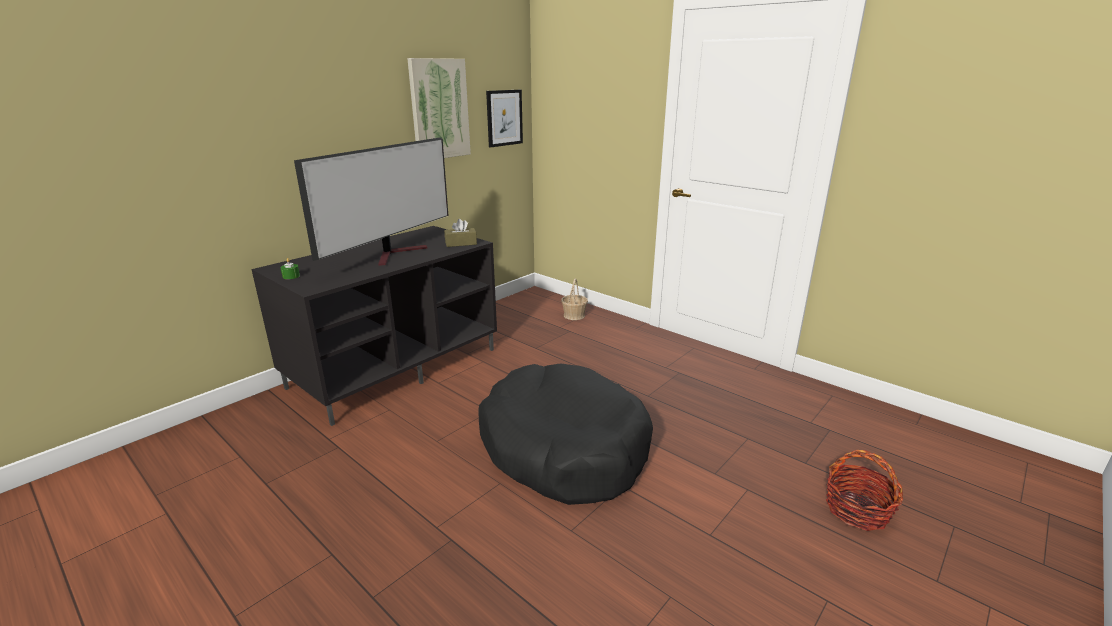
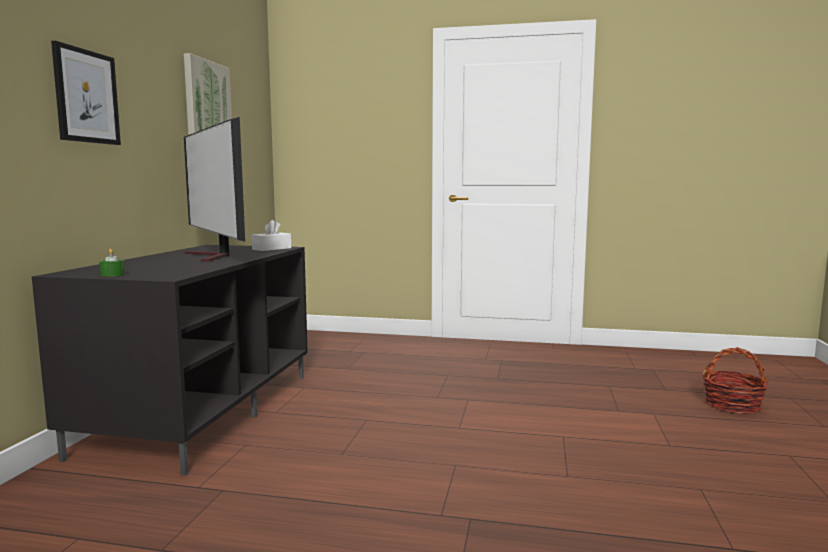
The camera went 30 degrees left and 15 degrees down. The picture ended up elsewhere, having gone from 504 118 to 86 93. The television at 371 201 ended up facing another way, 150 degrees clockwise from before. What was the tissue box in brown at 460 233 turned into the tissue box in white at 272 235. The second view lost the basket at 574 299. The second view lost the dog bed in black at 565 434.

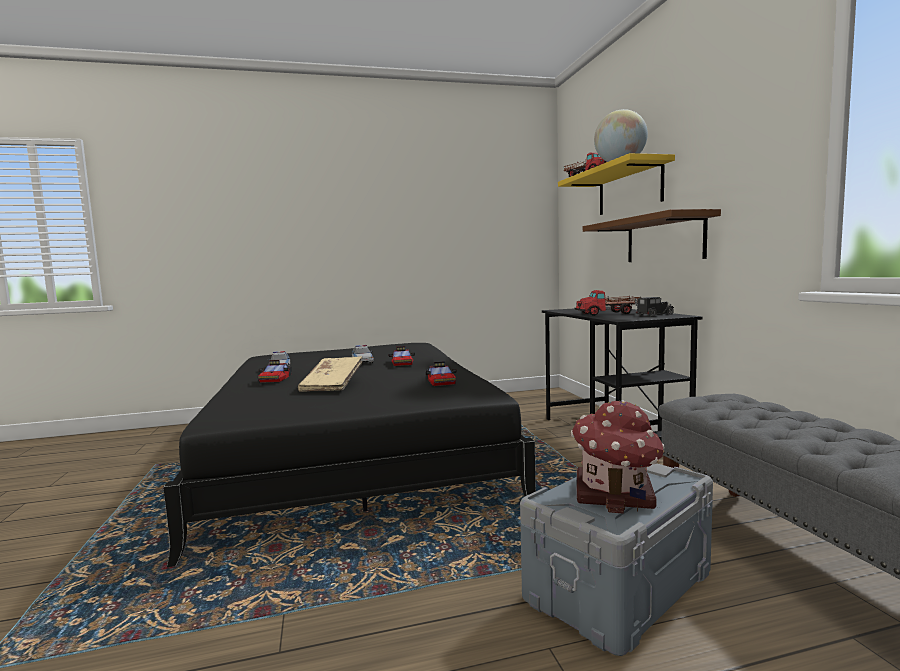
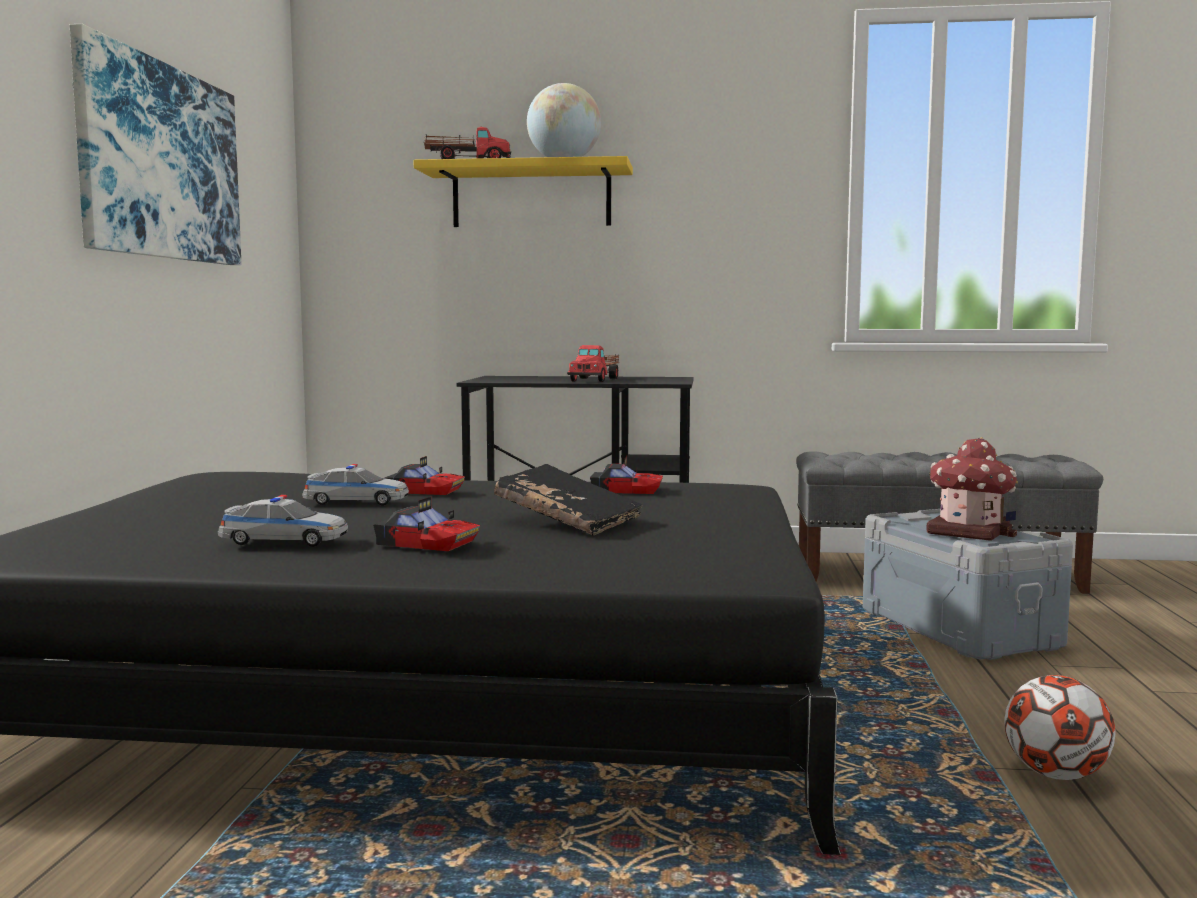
The camera went 70 degrees left and 0 degrees up. The second view lost the shelf in brown at 652 235. The second view lost the toy truck at 654 307. What was the book in beige at 330 374 turned into the book in black at 568 500. The second view gained the picture at 155 144. The second view gained the football at 1059 727.

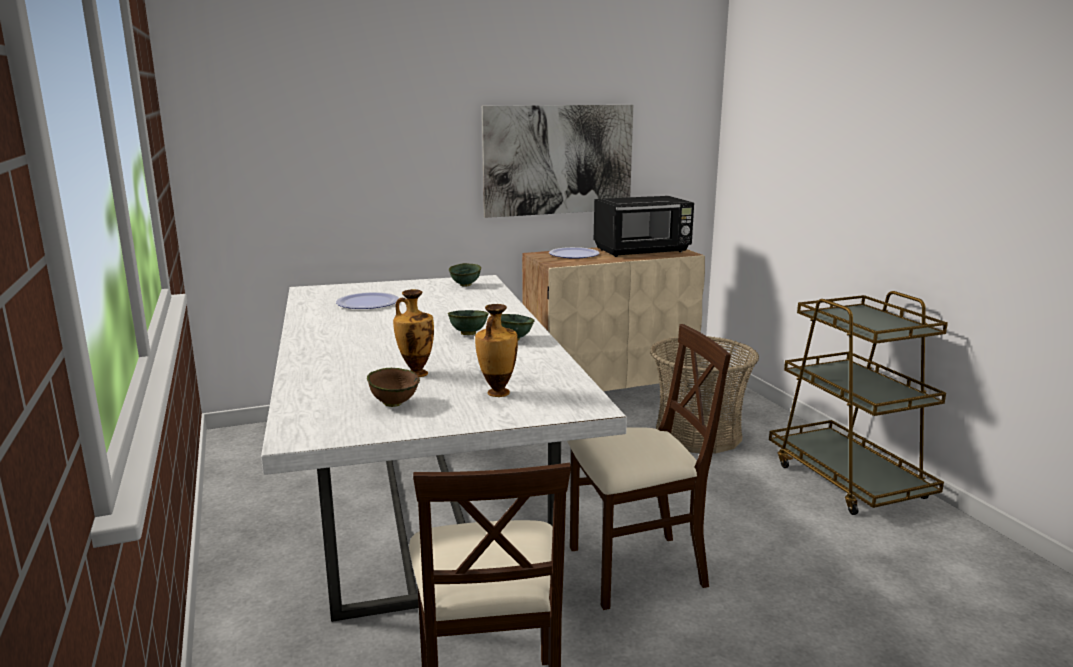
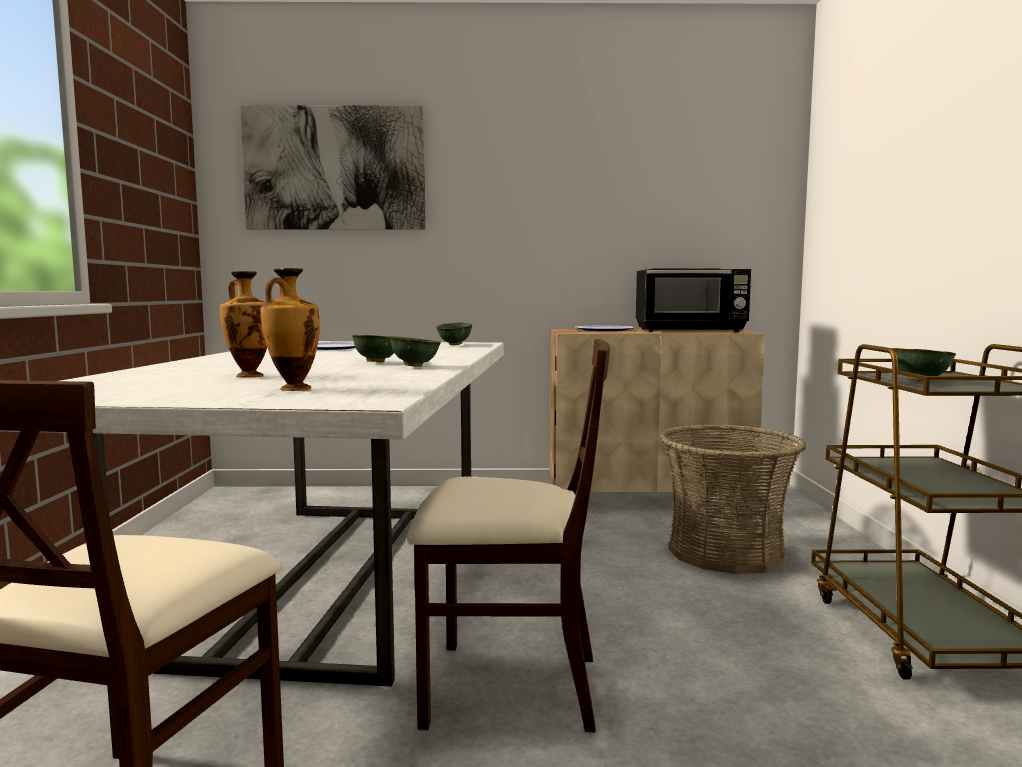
The camera went 20 degrees right and 10 degrees down. The picture ended up elsewhere, having gone from 557 161 to 333 167. The second view lost the bowl in brown at 393 387. The second view gained the bowl in green at 924 365.

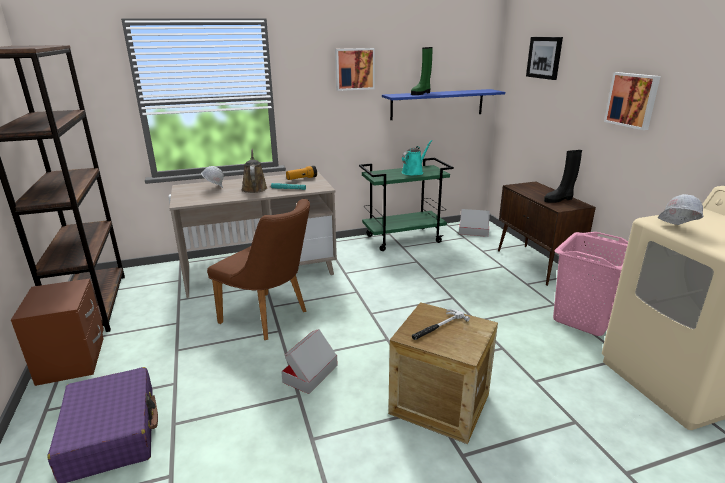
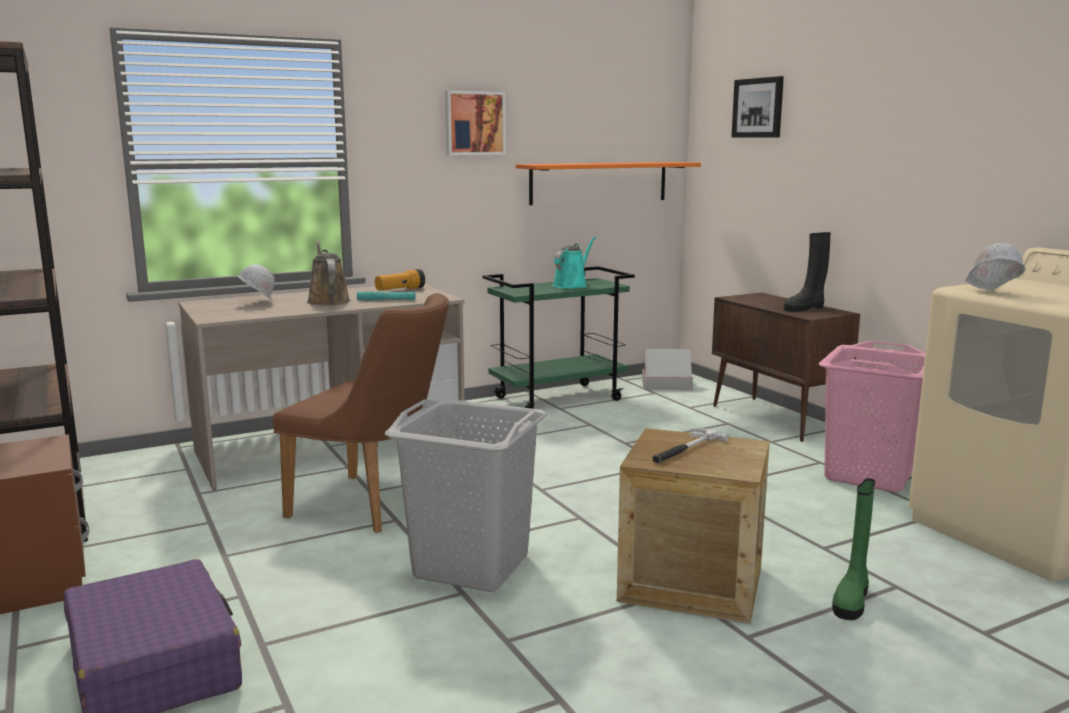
The camera went 10 degrees left and 10 degrees down. The boot in green ended up elsewhere, having gone from 422 71 to 853 549. The second view lost the picture at 632 101. What was the shelf in blue at 443 104 turned into the shelf in orange at 608 183. Where the cardboard box stood at 309 361, the laundry basket in grey came to stand at 466 495.

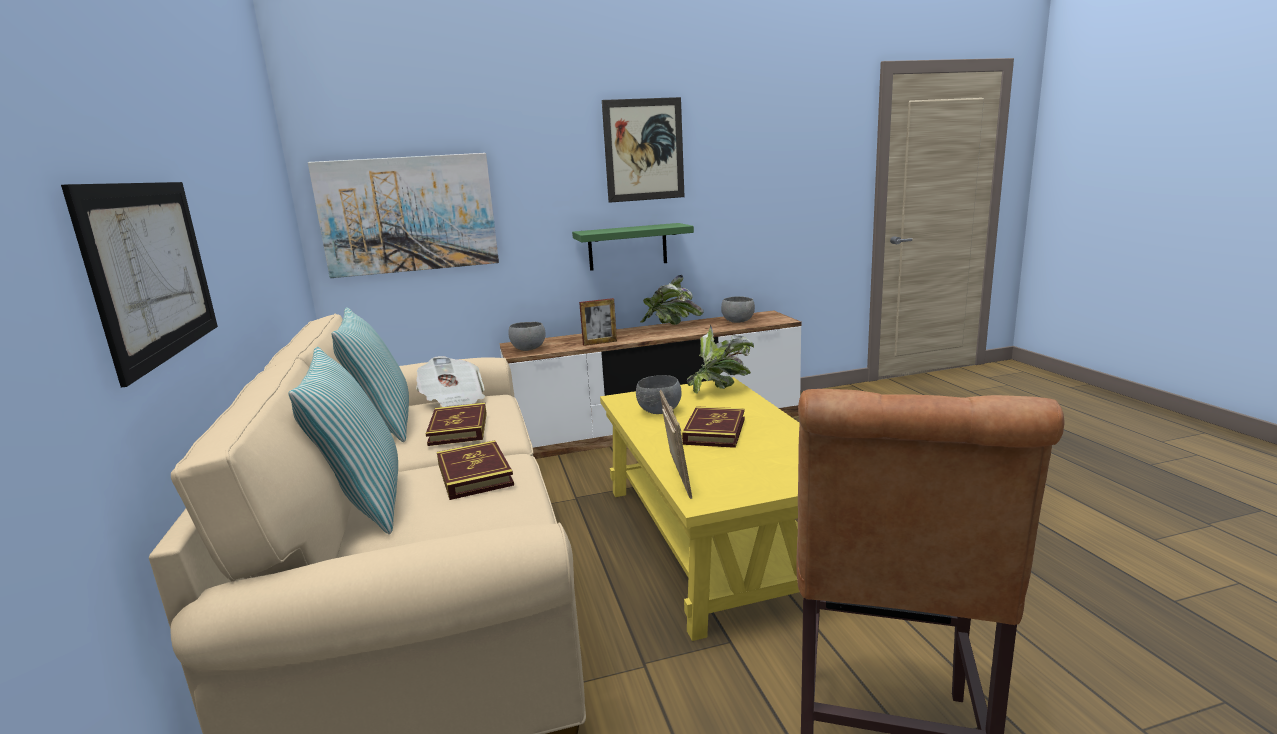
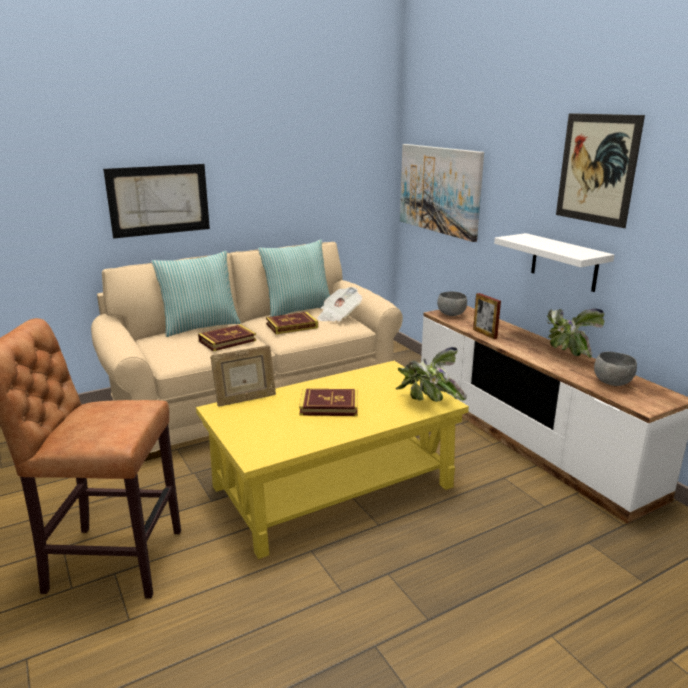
The camera went 75 degrees right and 5 degrees up. What was the shelf in green at 633 247 turned into the shelf in white at 554 262. The second view lost the bowl in grey at 658 394.

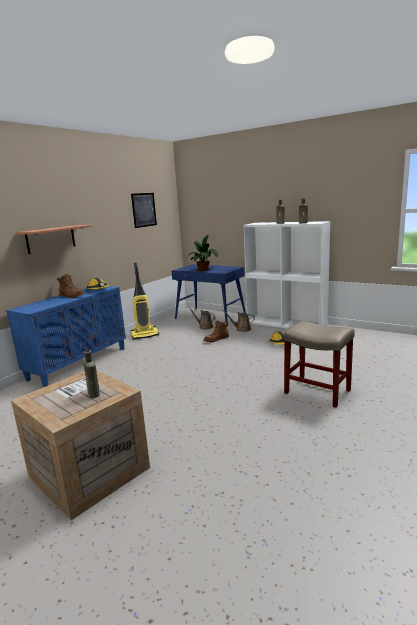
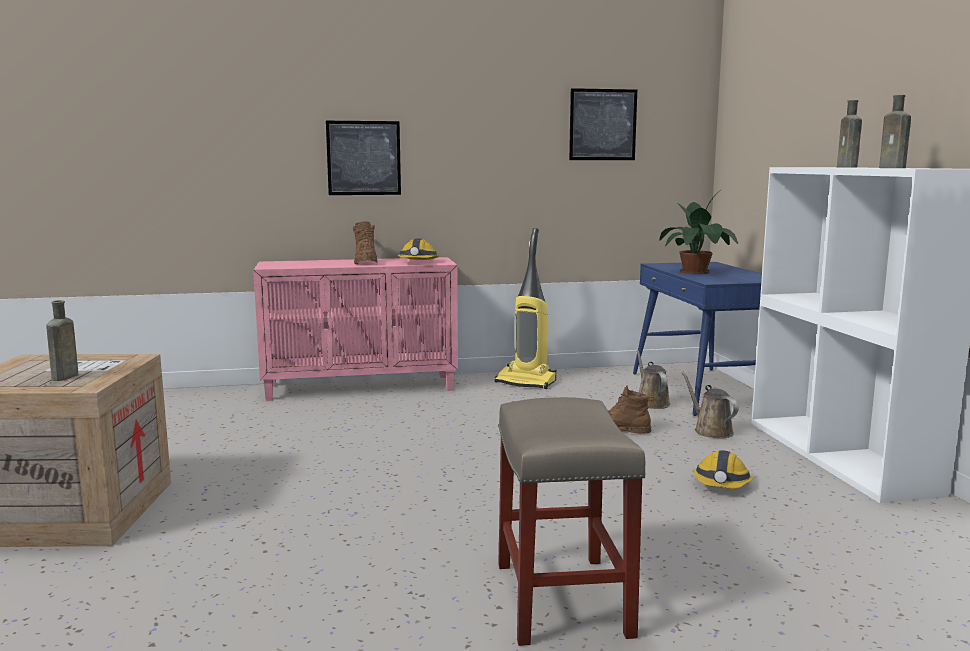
The camera went 45 degrees right and 5 degrees down. Where the shelf hung at 54 239, the picture came to hang at 363 158. What was the cabinet in blue at 66 336 turned into the cabinet in pink at 355 329.

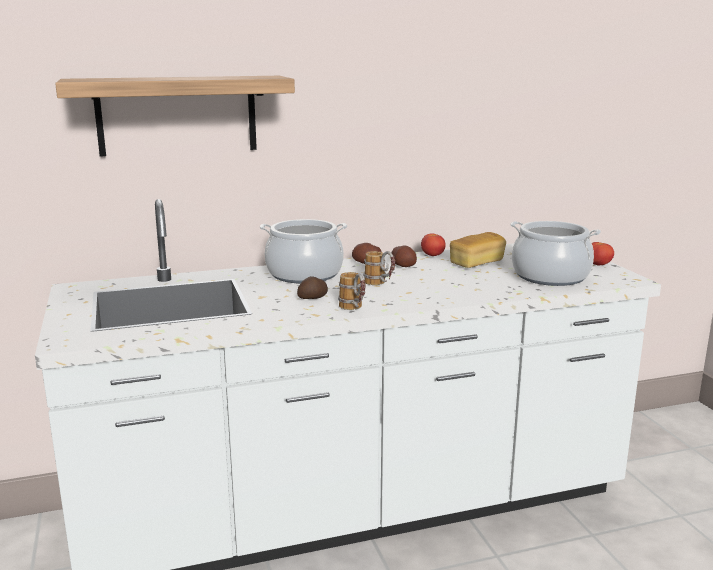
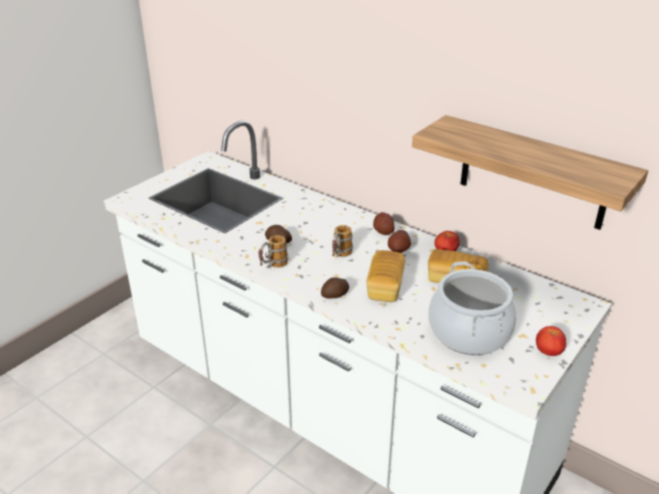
The camera went 55 degrees right and 15 degrees up. The shelf ended up elsewhere, having gone from 175 116 to 530 172. The second view lost the cooking pot at 303 251. The second view gained the bread at 385 276. The second view gained the potato at 335 288.

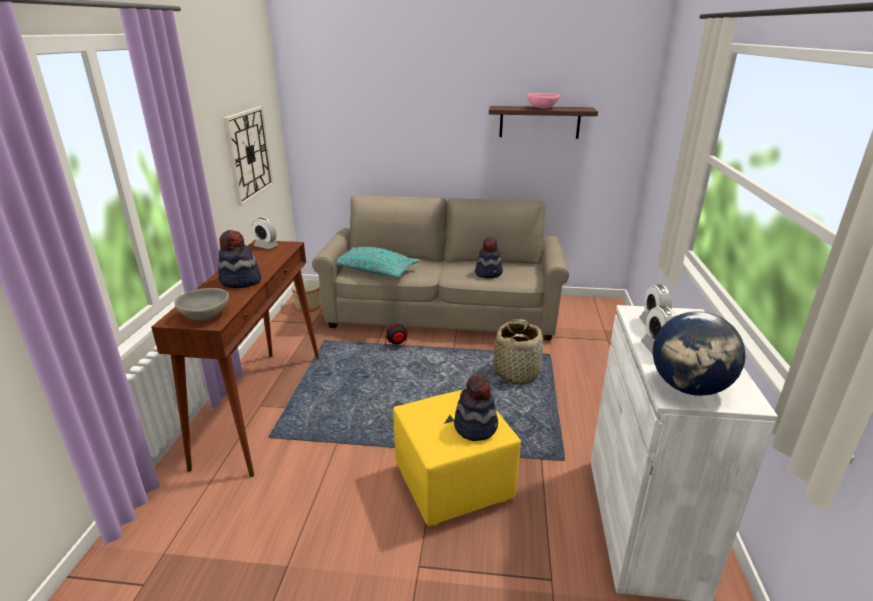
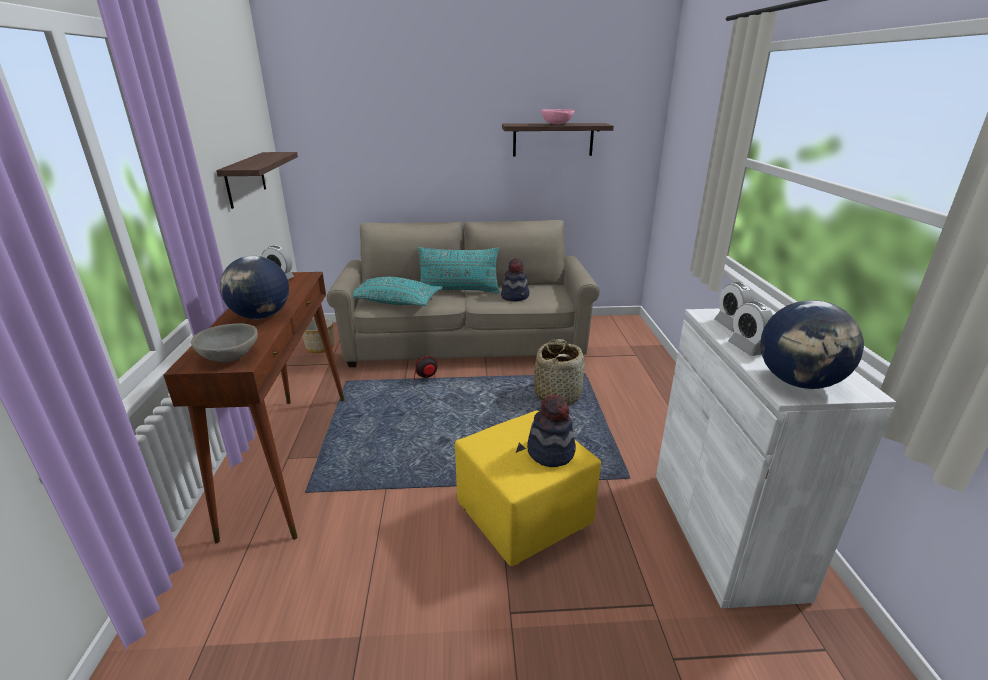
The camera went 10 degrees left and 0 degrees up. Where the wall clock hung at 248 156, the shelf came to hang at 257 180. Where the hat stood at 239 259, the globe came to stand at 254 287. The second view gained the pillow in turquoise at 459 270.

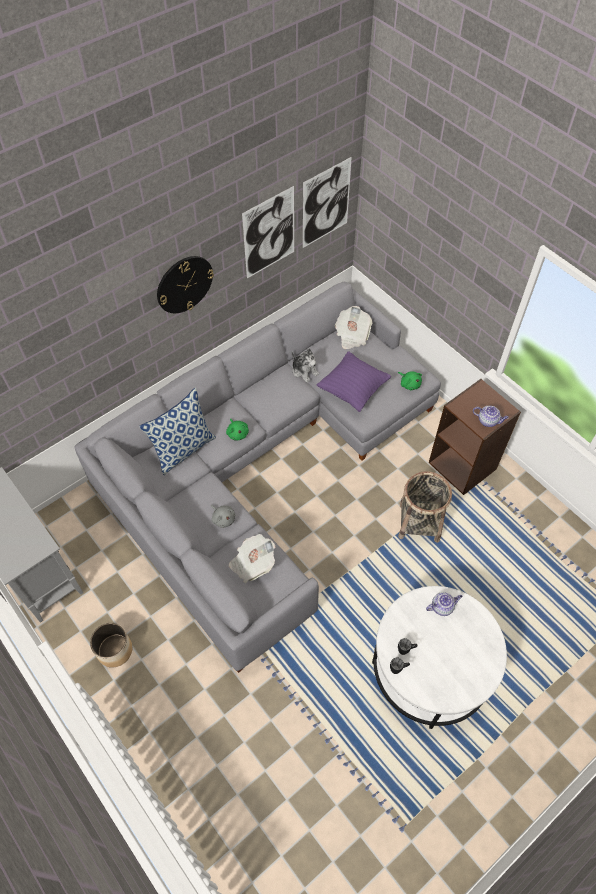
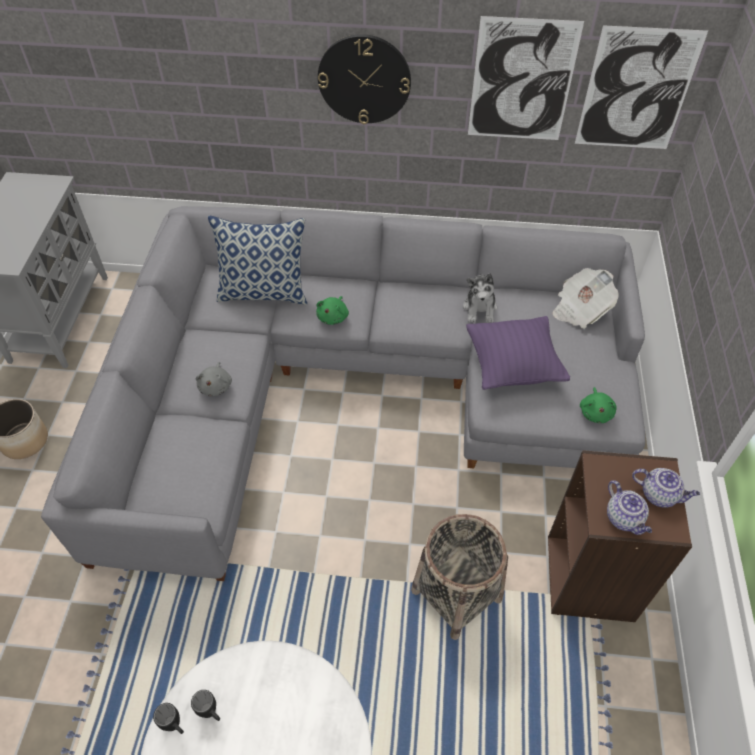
The camera went 45 degrees right and 5 degrees down. The second view lost the newspaper at 252 558. The teapot ended up elsewhere, having gone from 444 604 to 666 488.

